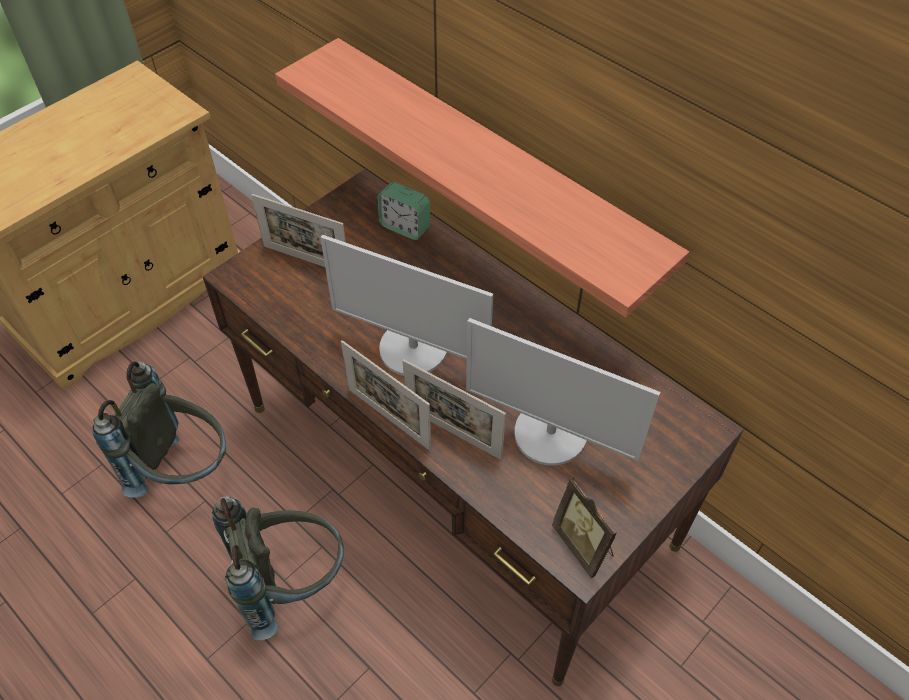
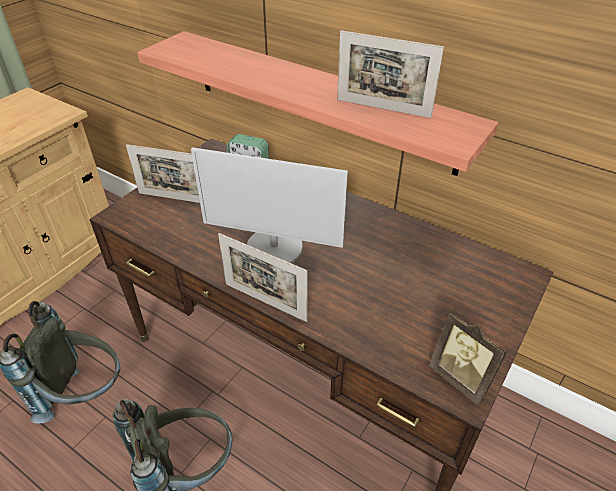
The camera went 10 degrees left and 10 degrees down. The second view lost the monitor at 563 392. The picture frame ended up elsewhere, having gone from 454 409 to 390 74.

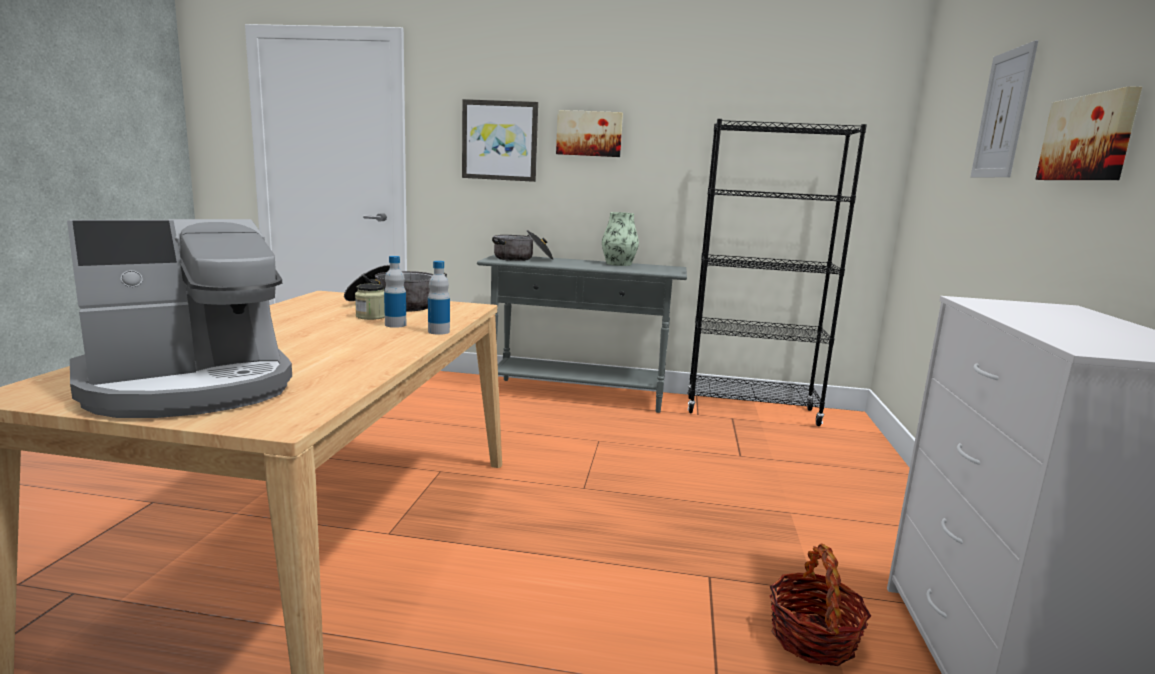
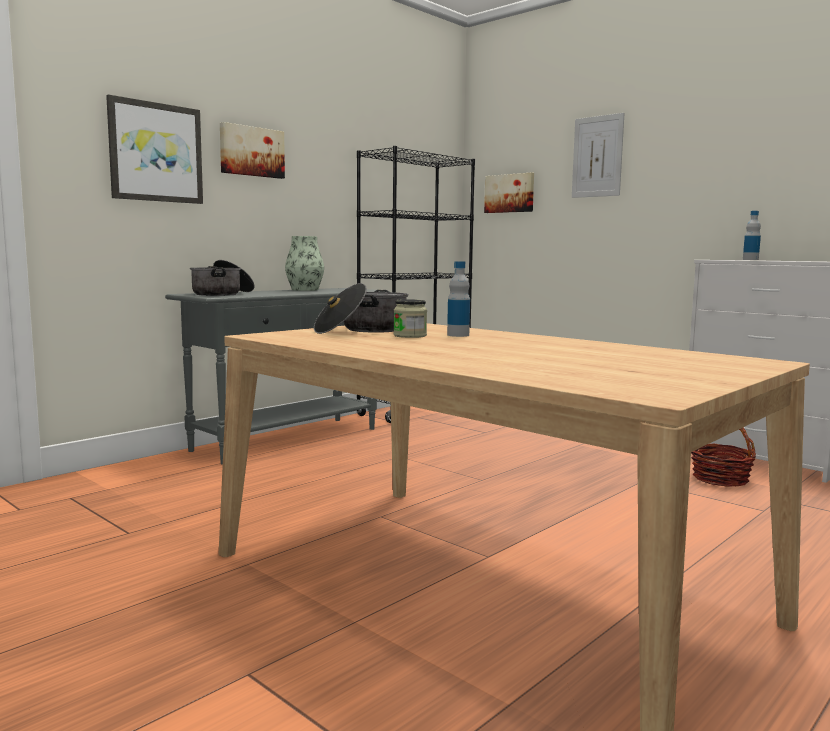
The camera went 55 degrees left and 5 degrees down. The picture ended up elsewhere, having gone from 1089 133 to 509 193. The second view lost the coffee machine at 179 318. The bottle ended up elsewhere, having gone from 439 298 to 752 235.

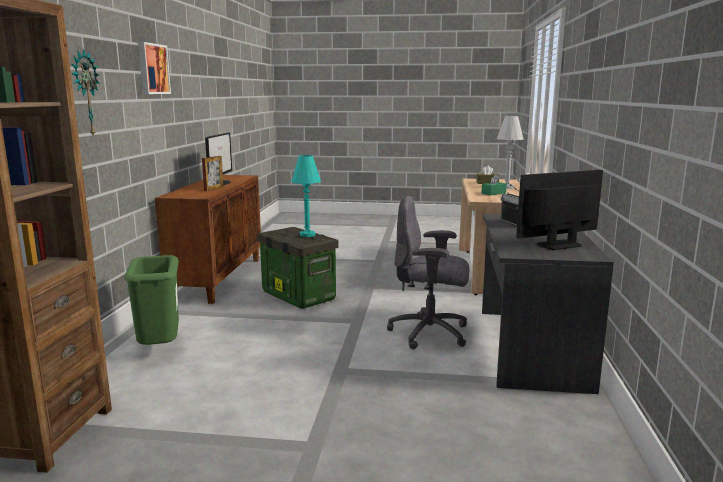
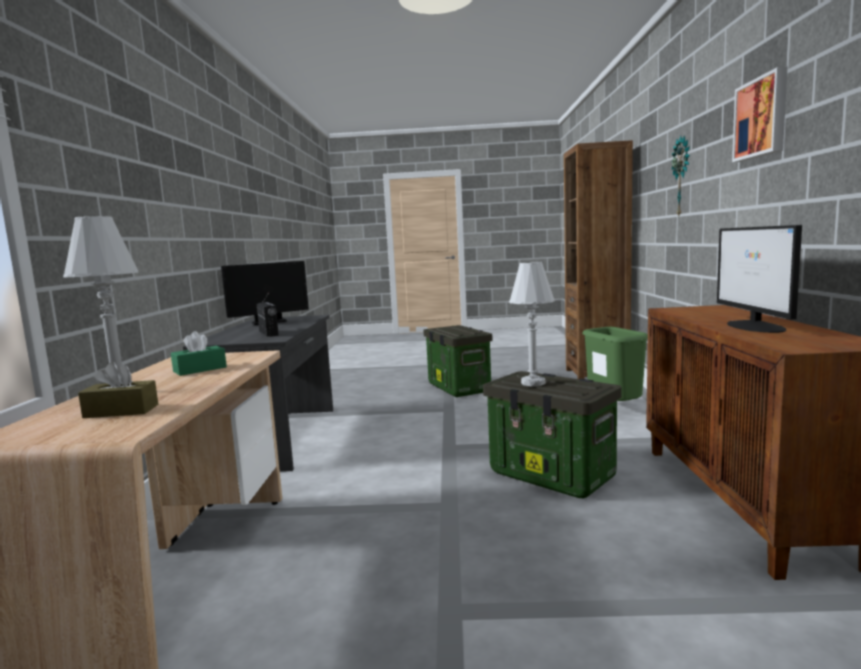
The camera went 175 degrees right and 5 degrees down. What was the table lamp in turquoise at 306 196 turned into the table lamp in white at 532 324. The second view lost the picture frame at 212 173. The second view lost the office chair in grey at 428 272. The second view gained the storage box at 458 361.

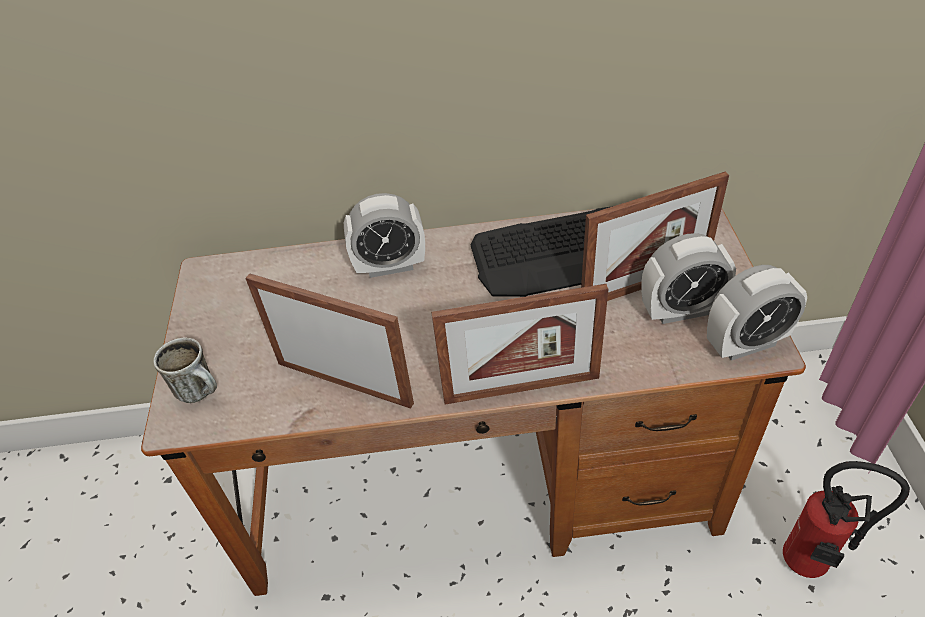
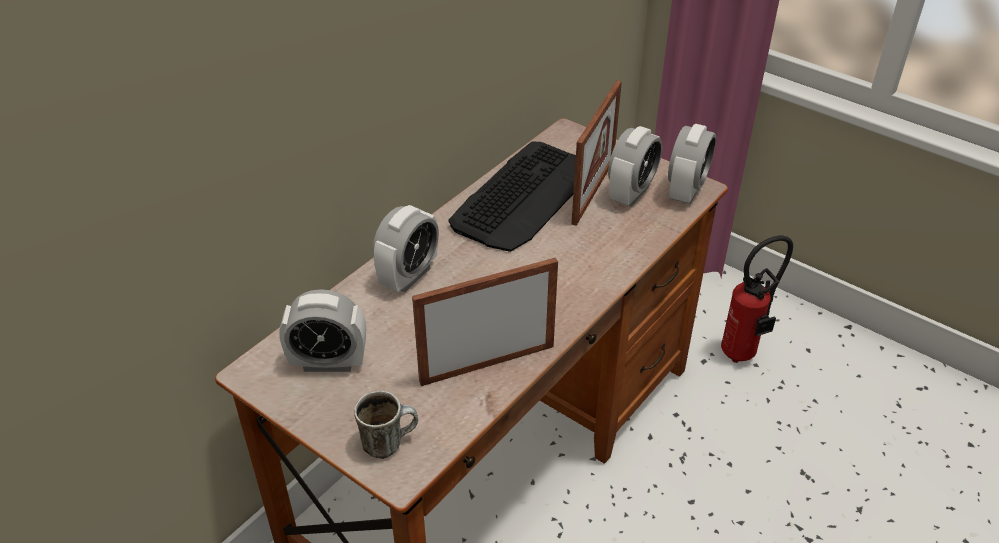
The camera went 50 degrees left and 5 degrees down. The second view lost the picture frame at 519 344. The second view gained the alarm clock at 322 330.

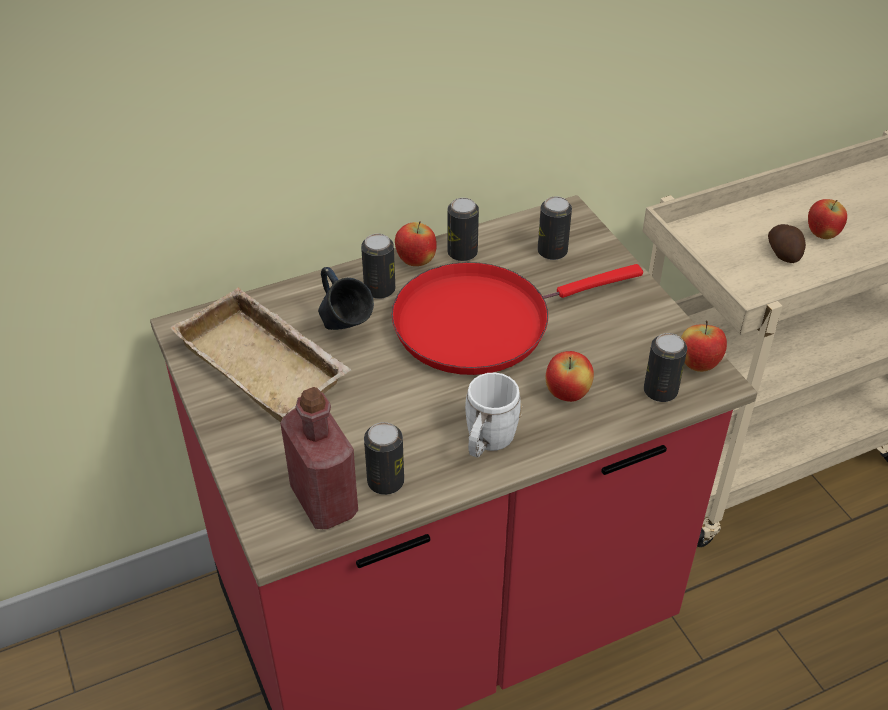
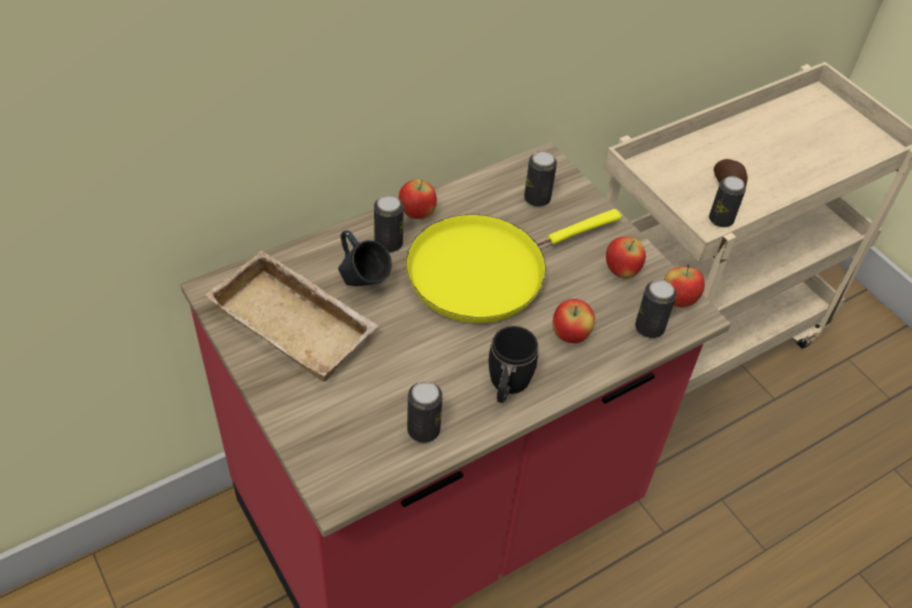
The camera went 10 degrees left and 5 degrees up. The can ended up elsewhere, having gone from 463 229 to 727 201. The apple ended up elsewhere, having gone from 827 219 to 626 257. What was the frying pan in red at 517 318 turned into the frying pan in yellow at 513 266. What was the mug in white at 493 415 turned into the mug in black at 514 364. The second view lost the bottle in red at 319 458.

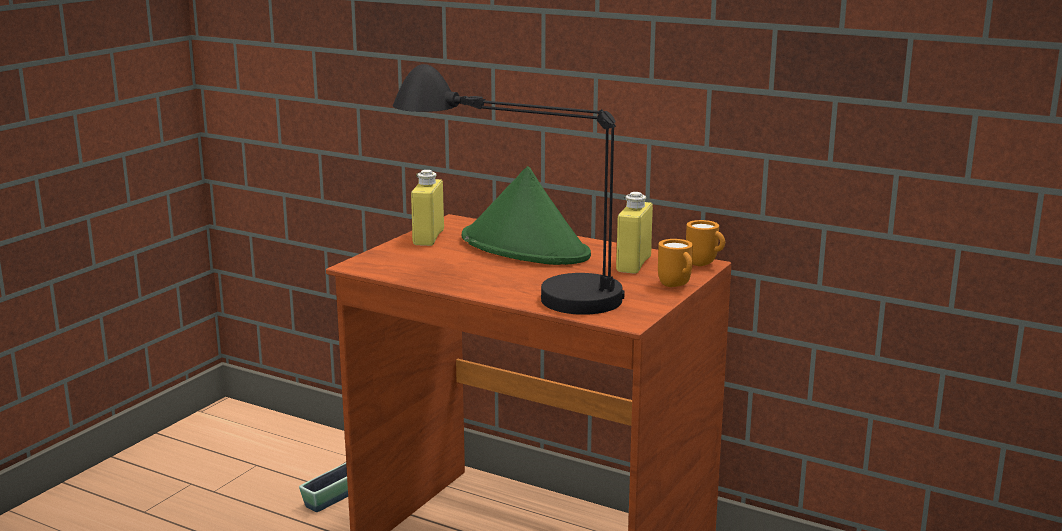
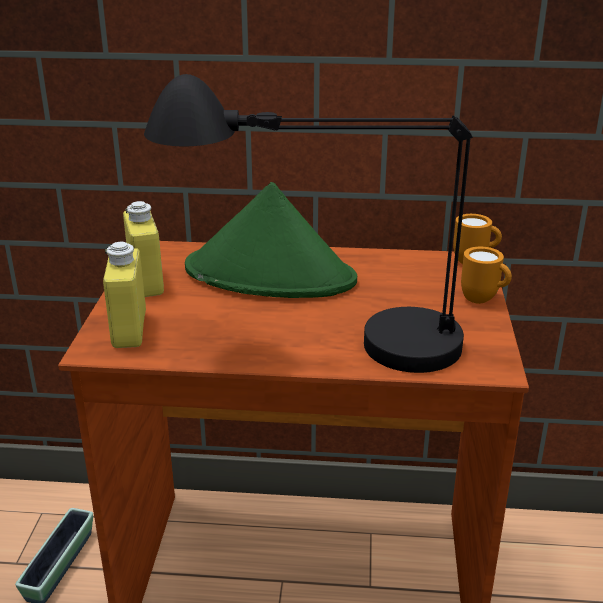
The camera went 25 degrees left and 10 degrees up. The bottle in yellow ended up elsewhere, having gone from 634 233 to 124 295.

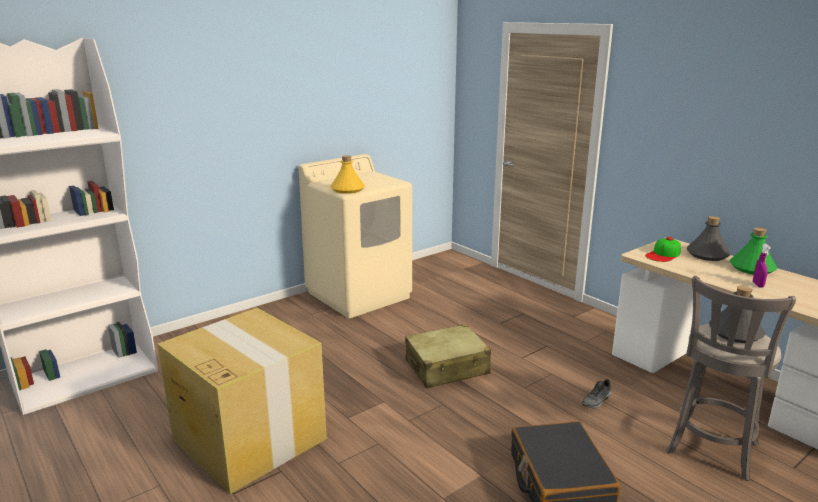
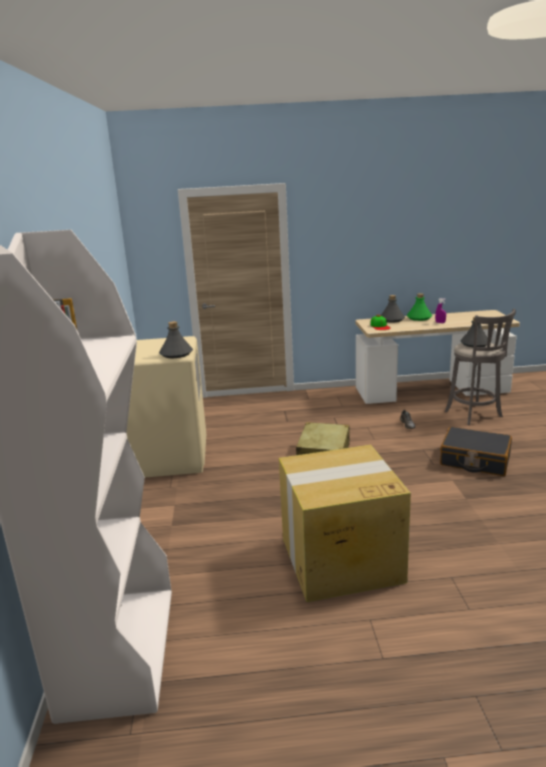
The camera went 55 degrees left and 0 degrees up. What was the bottle in yellow at 347 174 turned into the bottle in grey at 176 339.

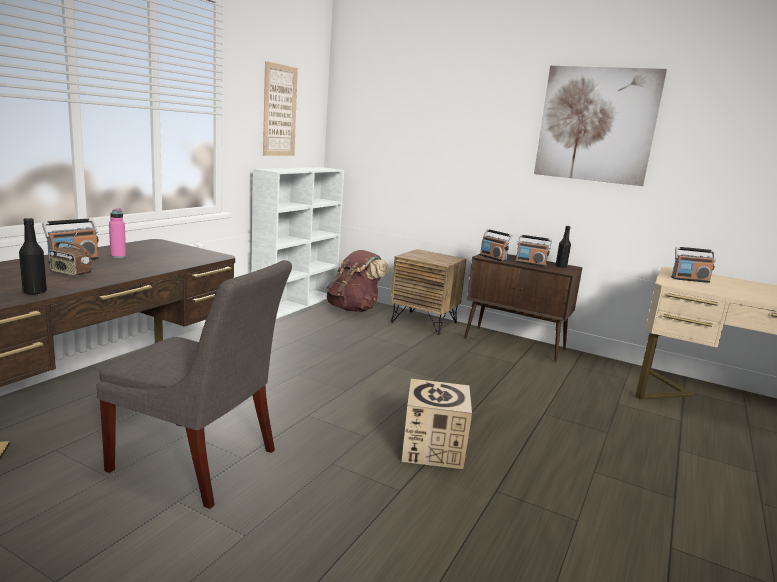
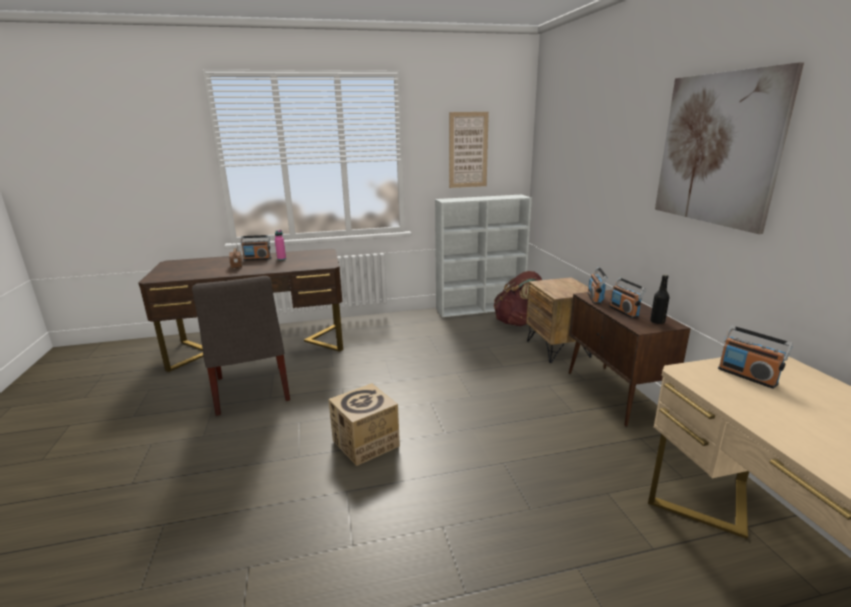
The camera went 50 degrees right and 5 degrees up. The second view lost the bottle in black at 33 256.

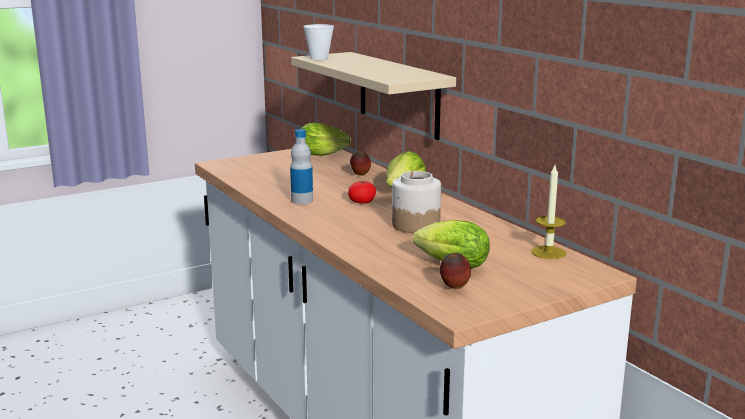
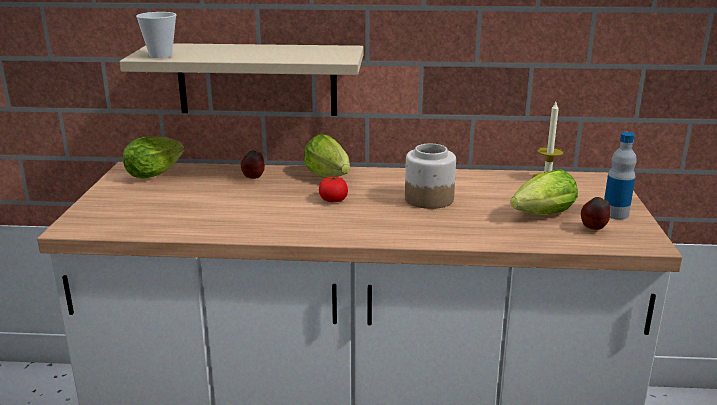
The camera went 55 degrees left and 5 degrees up. The bottle ended up elsewhere, having gone from 301 166 to 620 175.

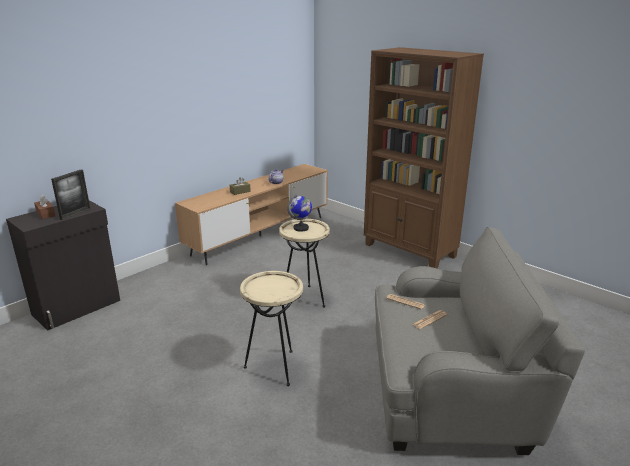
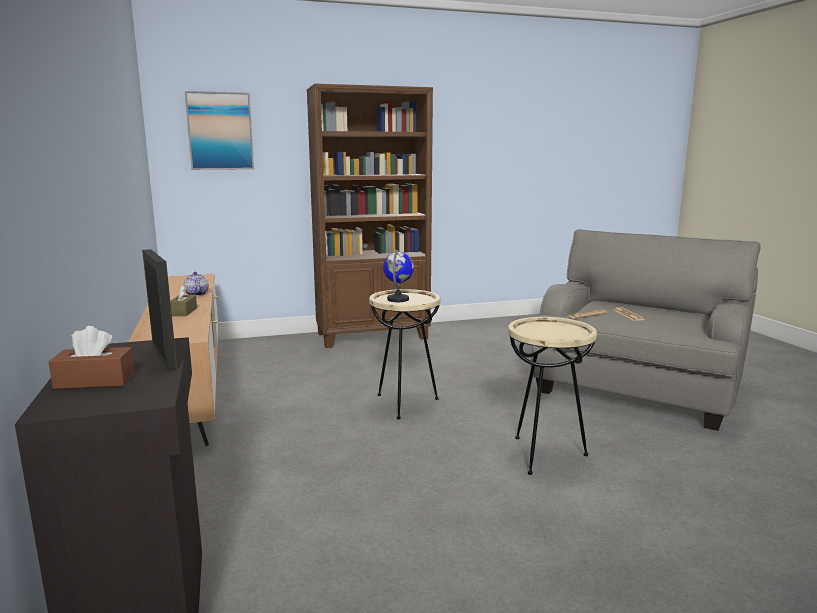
The camera went 60 degrees left and 10 degrees down. The second view gained the picture at 219 130.

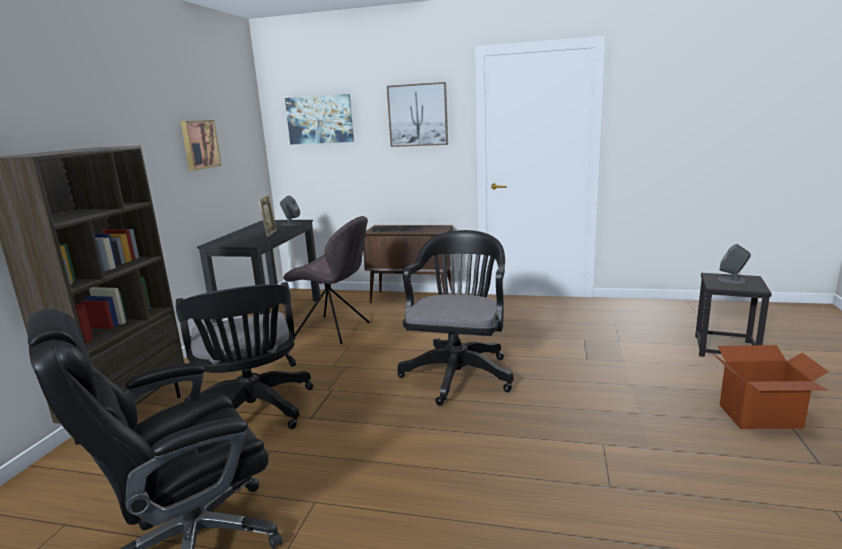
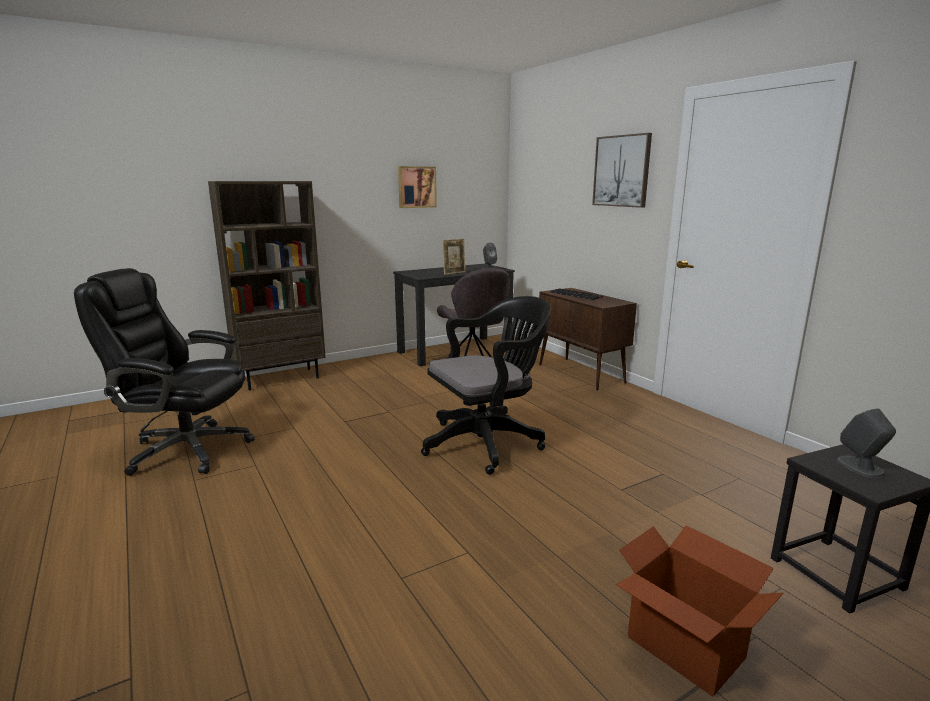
The camera went 45 degrees right and 0 degrees up. The second view lost the picture at 319 119. The second view lost the office chair in black at 244 355.

